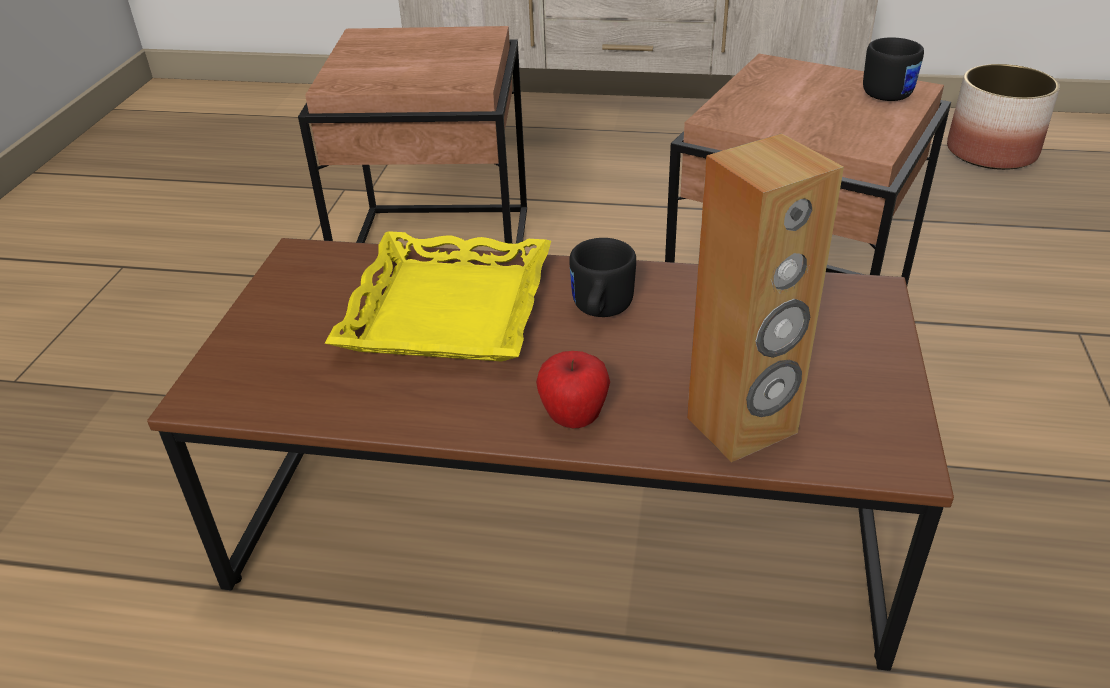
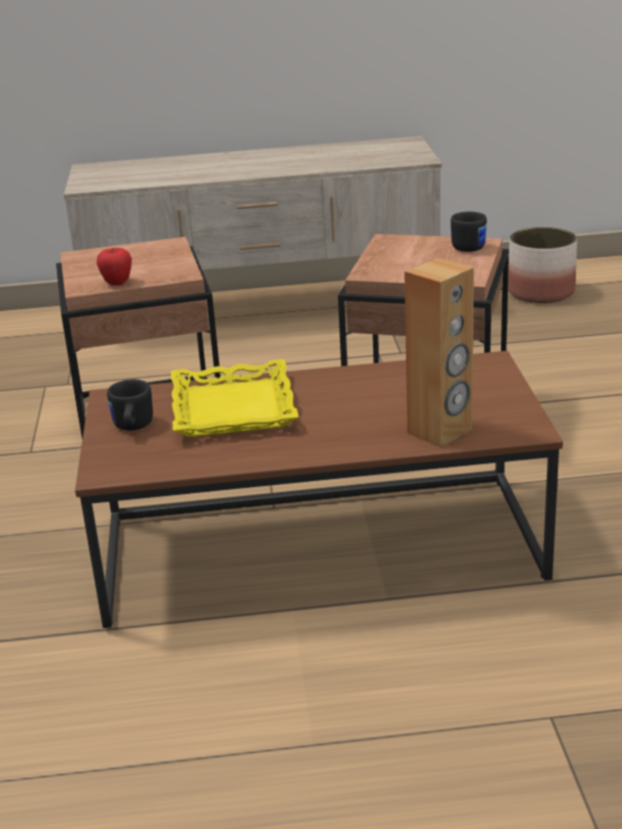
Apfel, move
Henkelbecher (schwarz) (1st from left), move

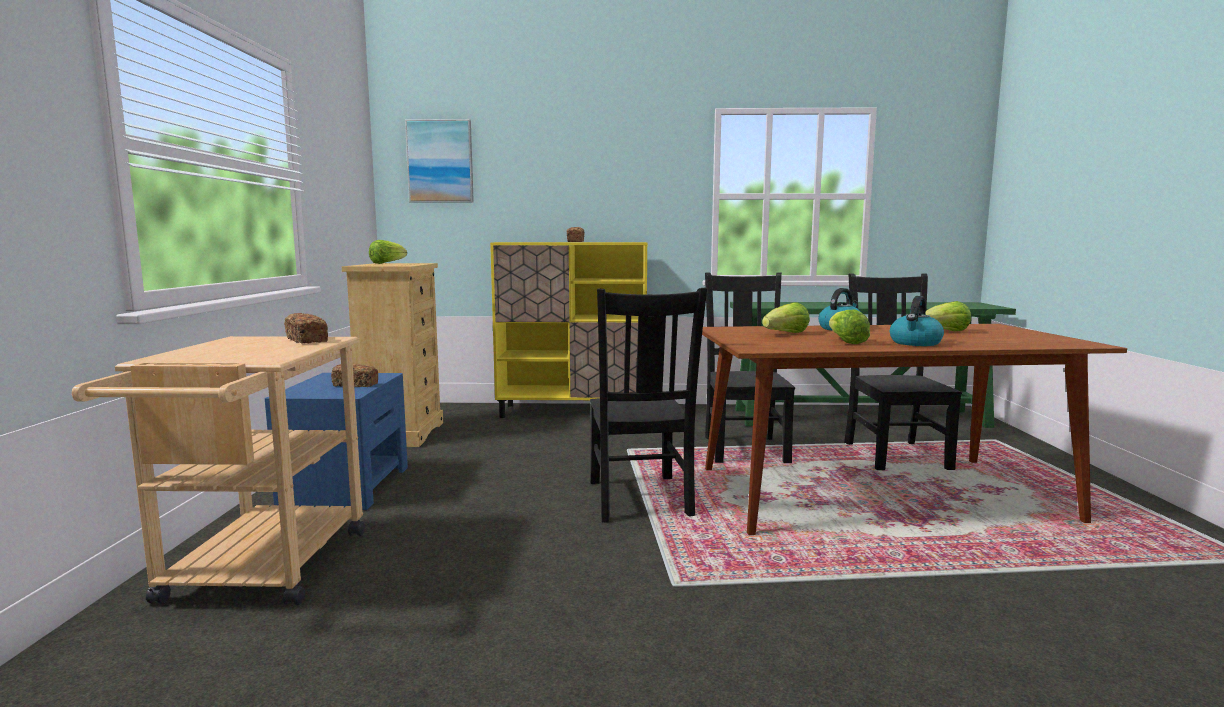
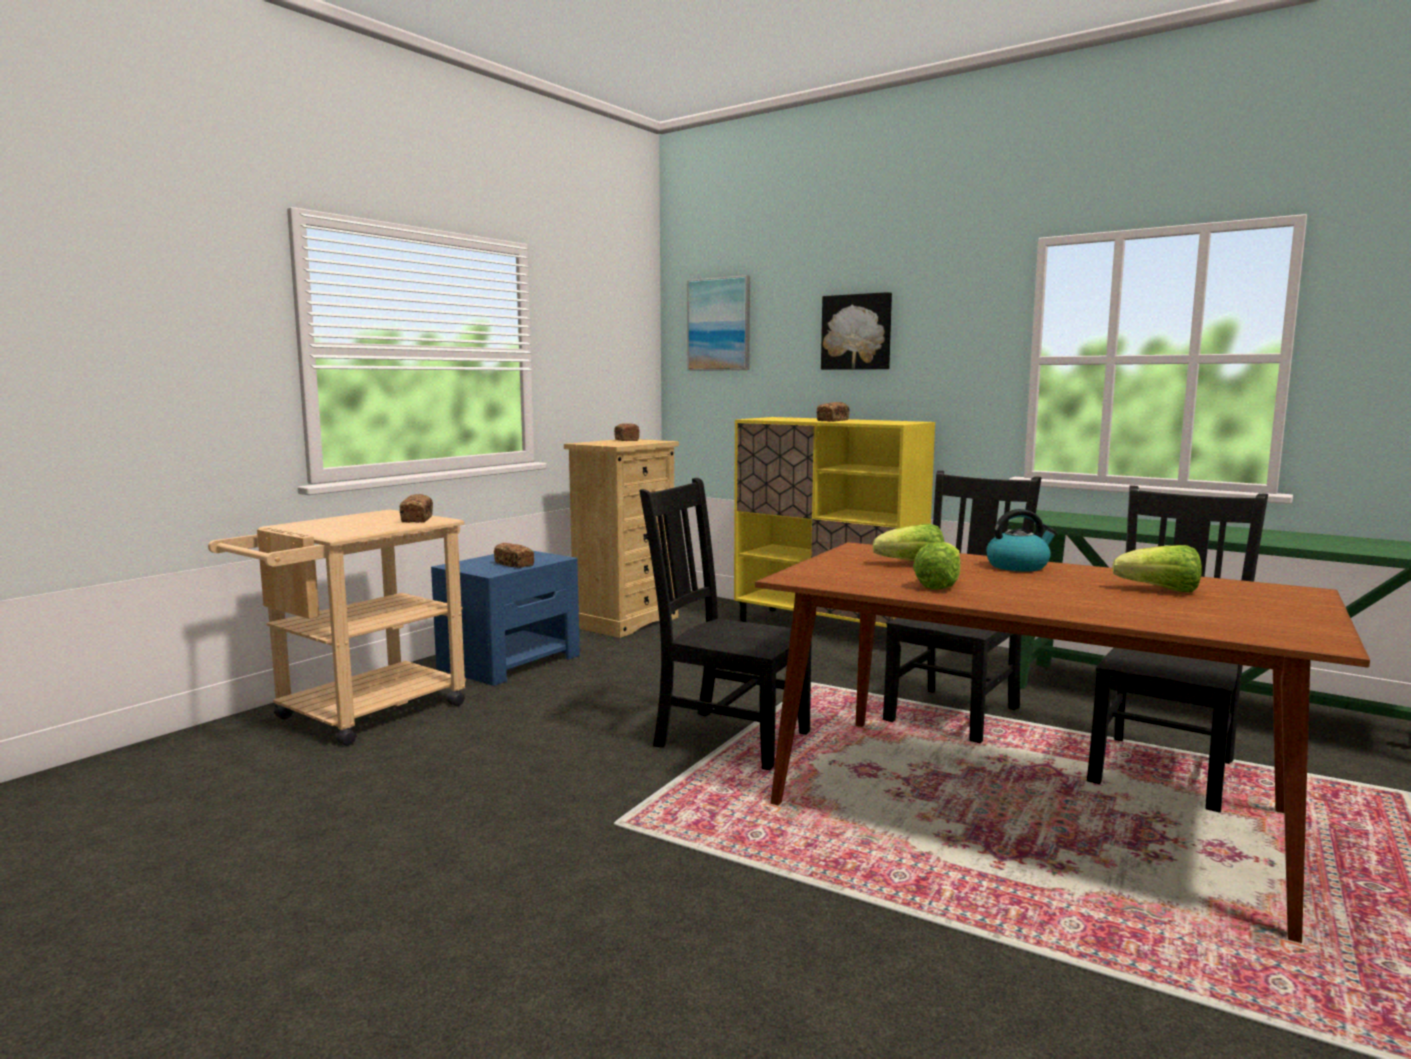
Salatkopf (1st from left) → Brot (3rd from left)
Stuhl (schwarz) (1st from left), 90 degrees clockwise
- → Bild (2nd from left)
Wasserkessel (2nd from left) → -

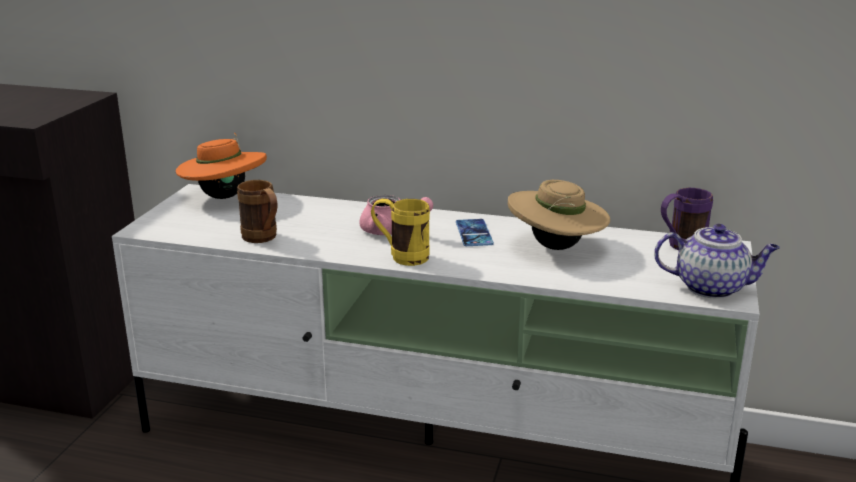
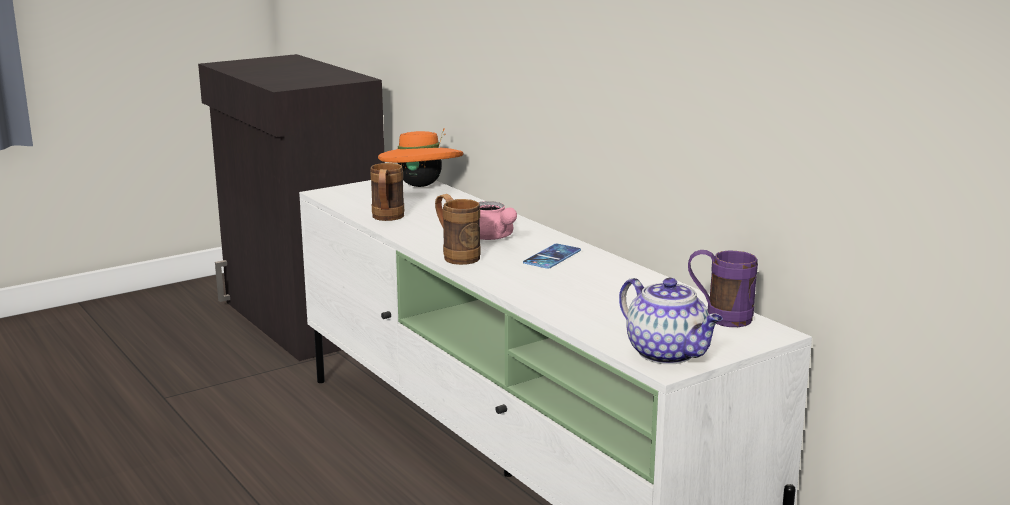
Henkelbecher (gelb) → Henkelbecher (braun) (2nd from left)
Hut (beige) → -

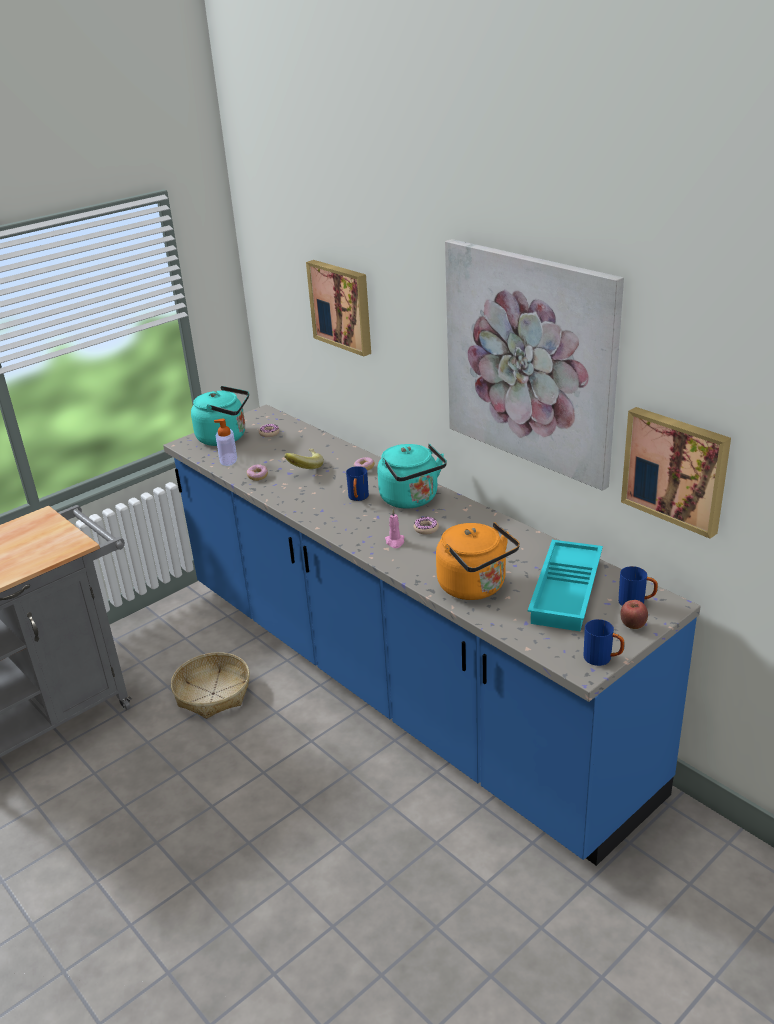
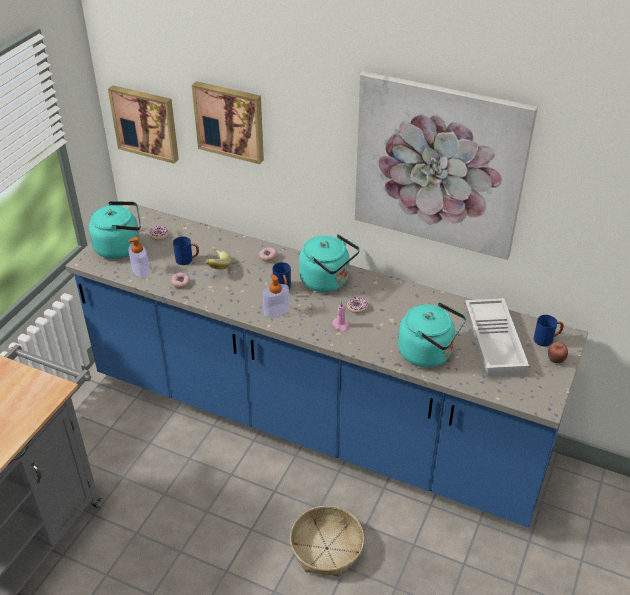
Bild (3rd from left in the first image) → Bild (1st from left), move
Henkelbecher (blau) (2nd from left in the first image) → Henkelbecher (blau) (1st from left), move
- → Seifenspender (2nd from left)
Korb, move
Wasserkessel (orange) → Wasserkessel (türkis) (3rd from left)
Tablett (türkis) → Tablett (weiß)

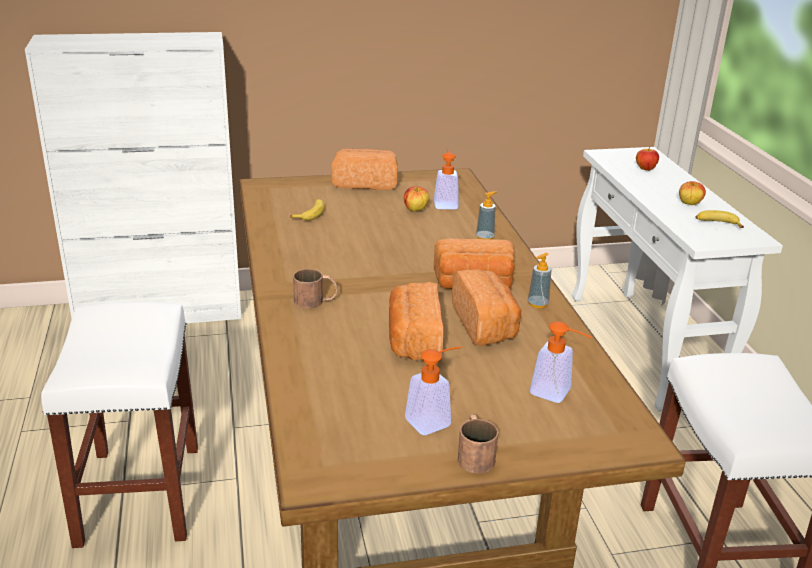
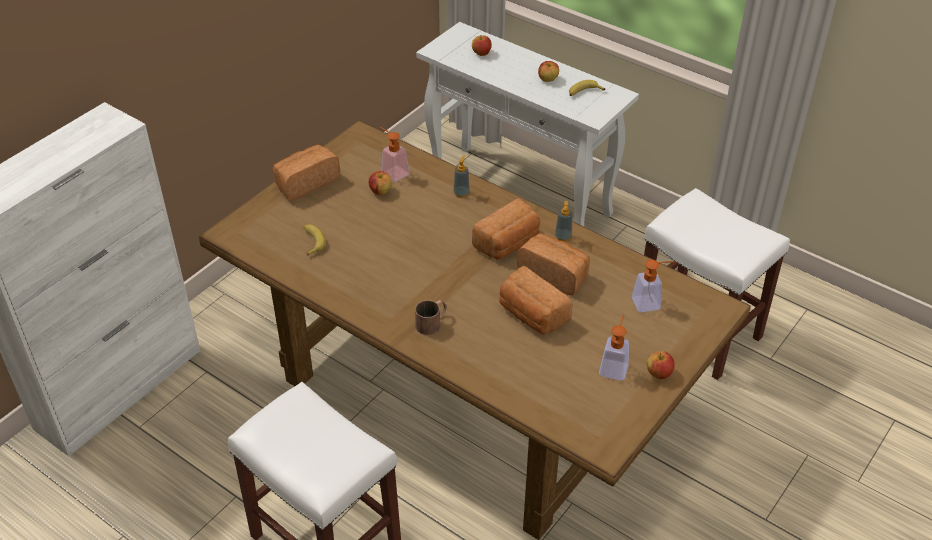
Henkelbecher (braun) (2nd from left) → Apfel (4th from left)

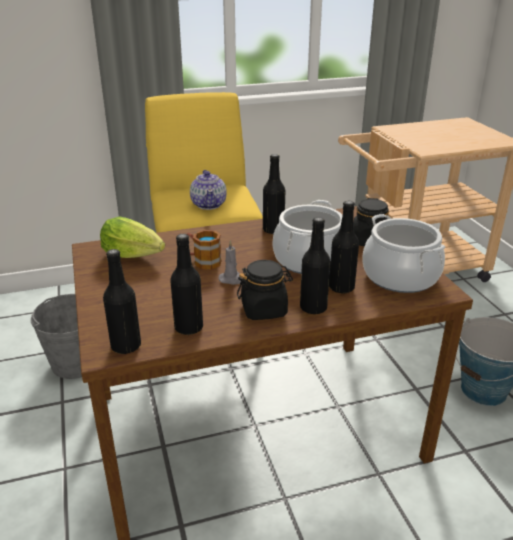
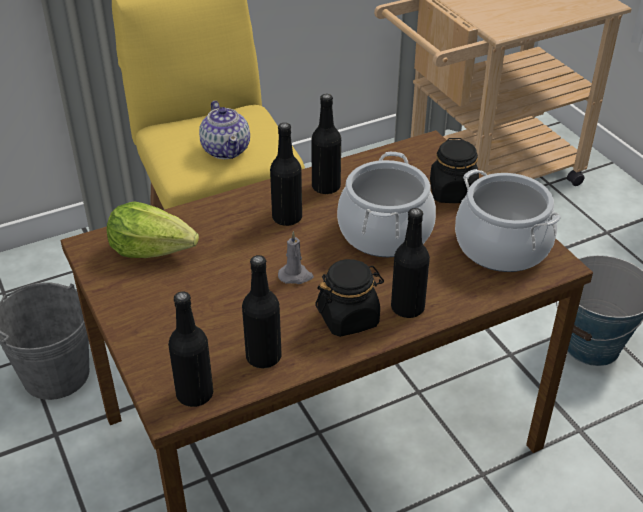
Flasche (schwarz) (5th from left in the first image) → Flasche (schwarz) (3rd from left), move
Henkelbecher → -

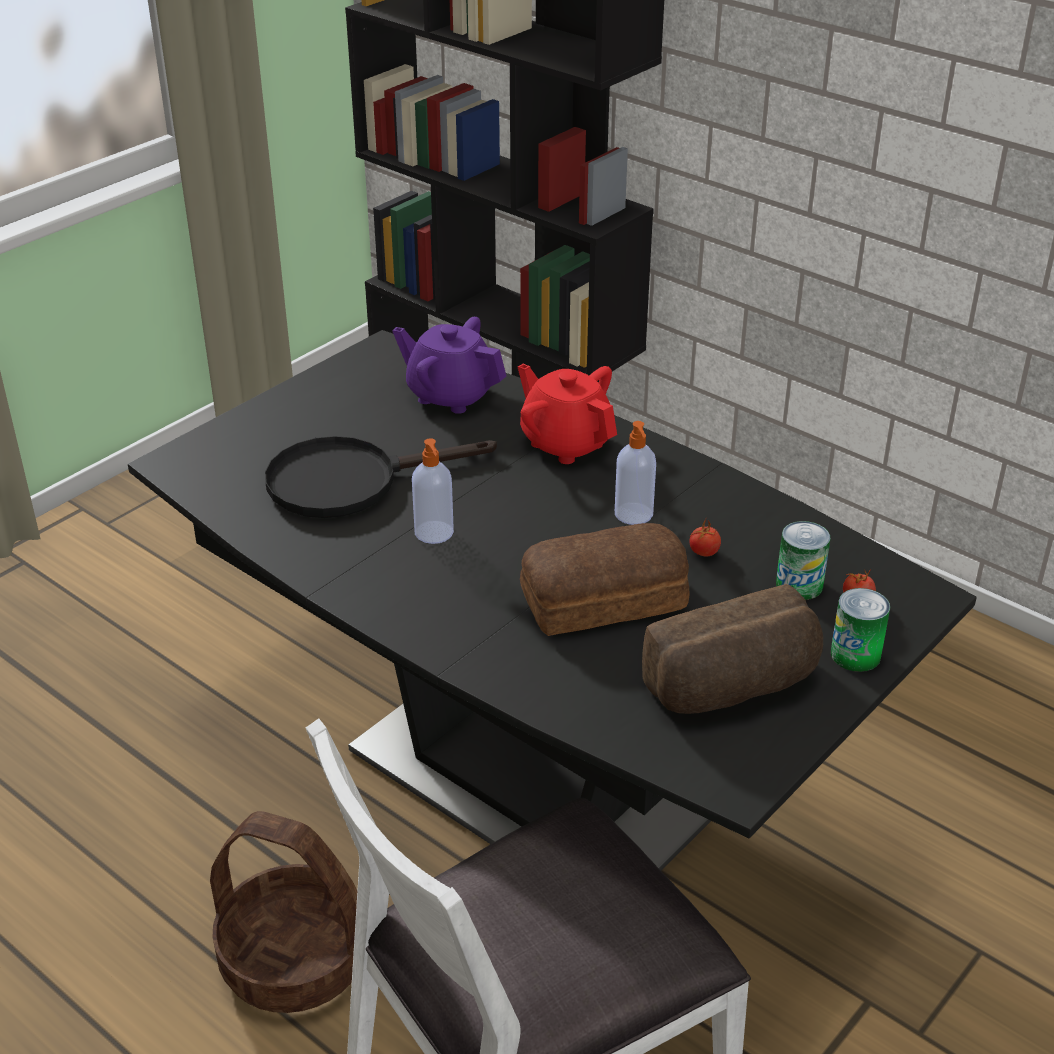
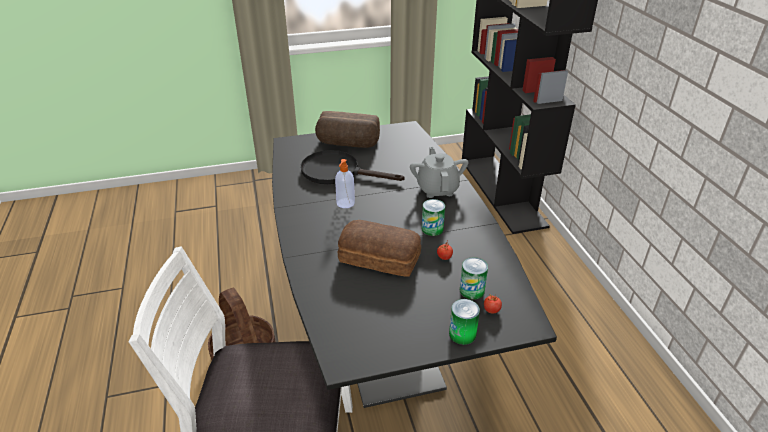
Brot (2nd from left in the first image) → Brot (1st from left), move
Teekanne (rot) → Teekanne (grau)
Seifenspender (2nd from left) → Dose (1st from left)
Teekanne (lila) → -

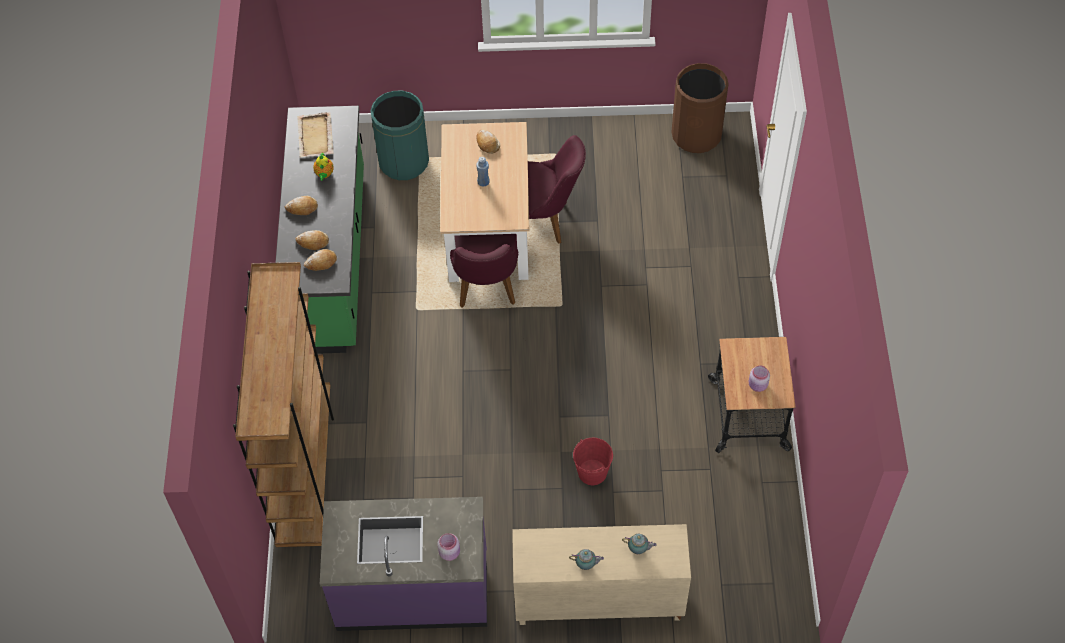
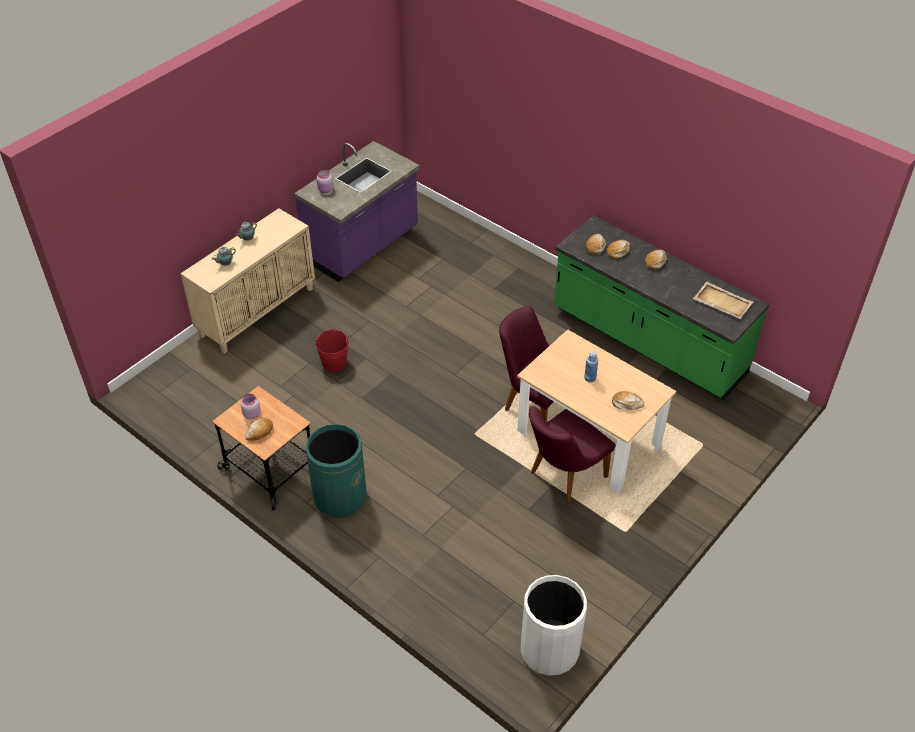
- → Brot (1st from left)
Mülleimer (grün), move
Mülleimer (braun) → Mülleimer (weiß)
Bücherregal (braun) → -
Teekanne (1st from left) → -

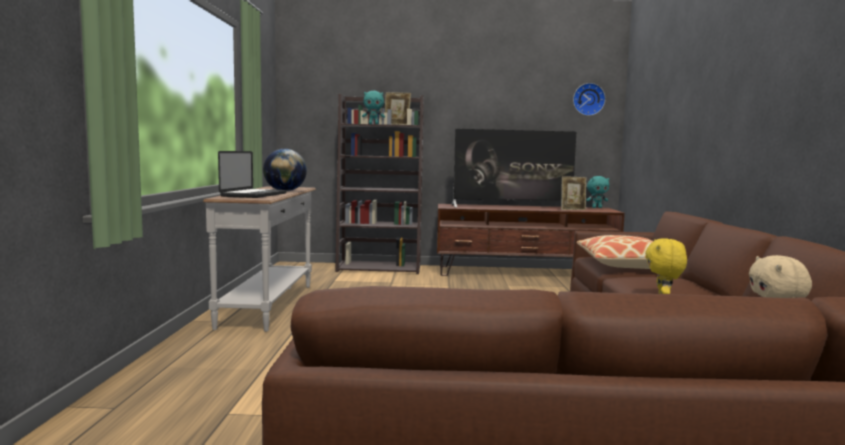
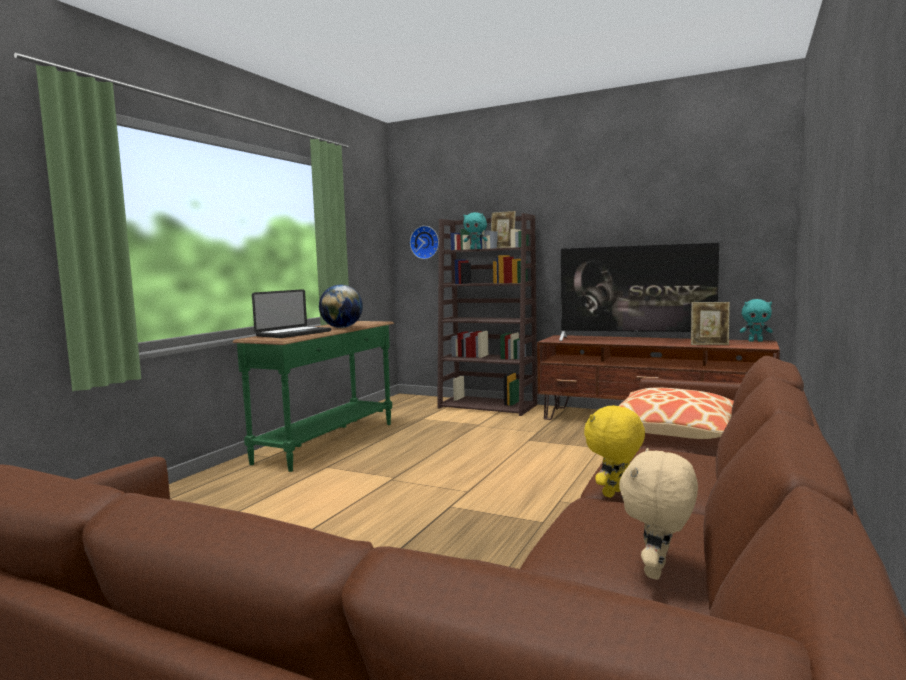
Konsolentisch (weiß) → Konsolentisch (grün)
Wanduhr, move

